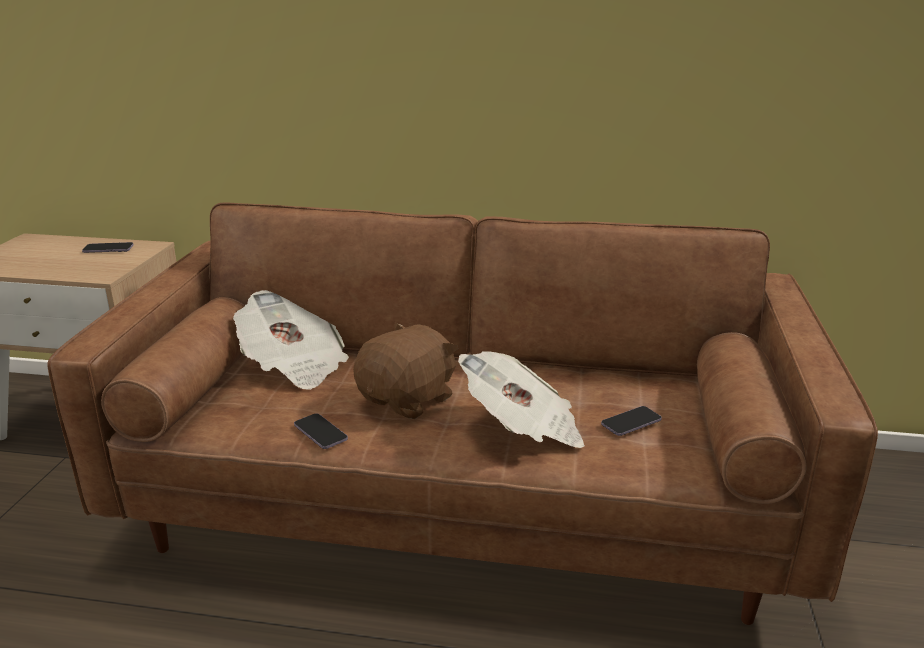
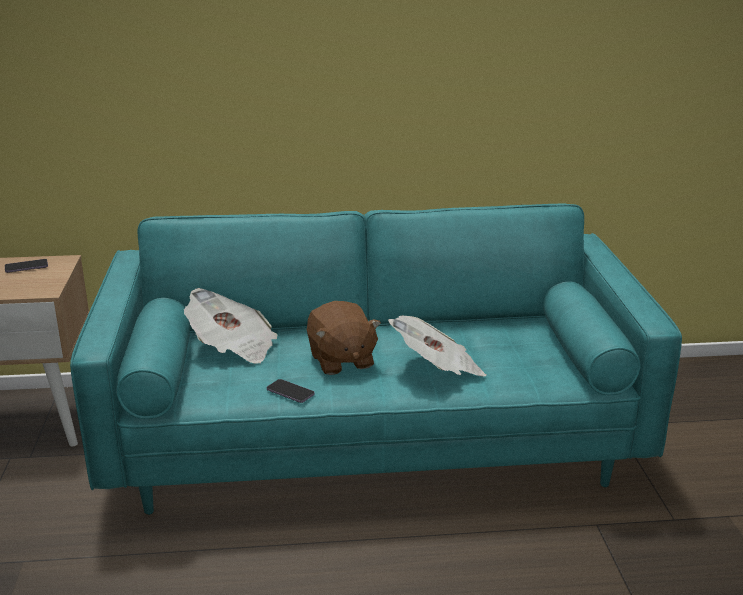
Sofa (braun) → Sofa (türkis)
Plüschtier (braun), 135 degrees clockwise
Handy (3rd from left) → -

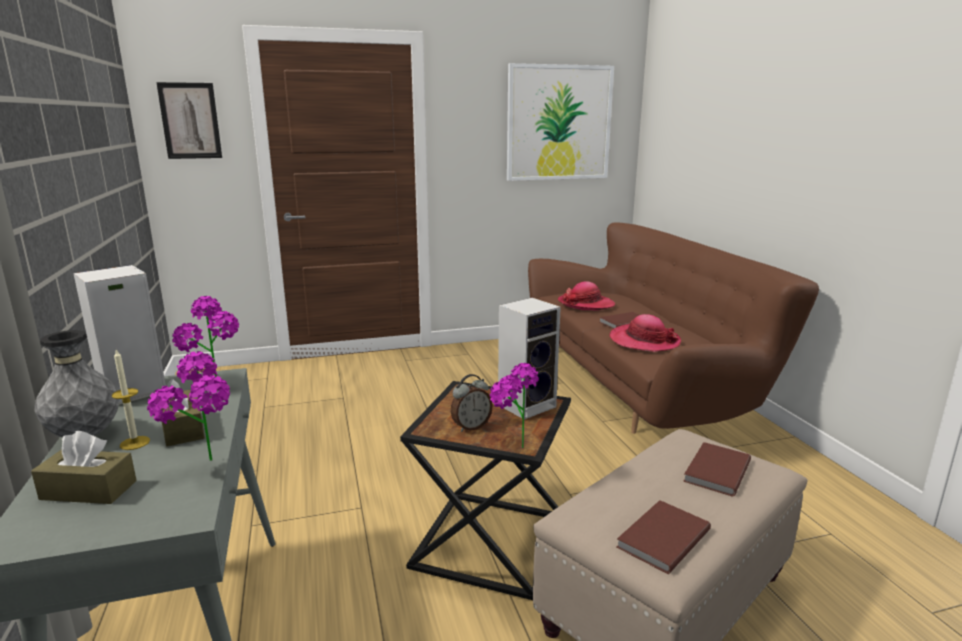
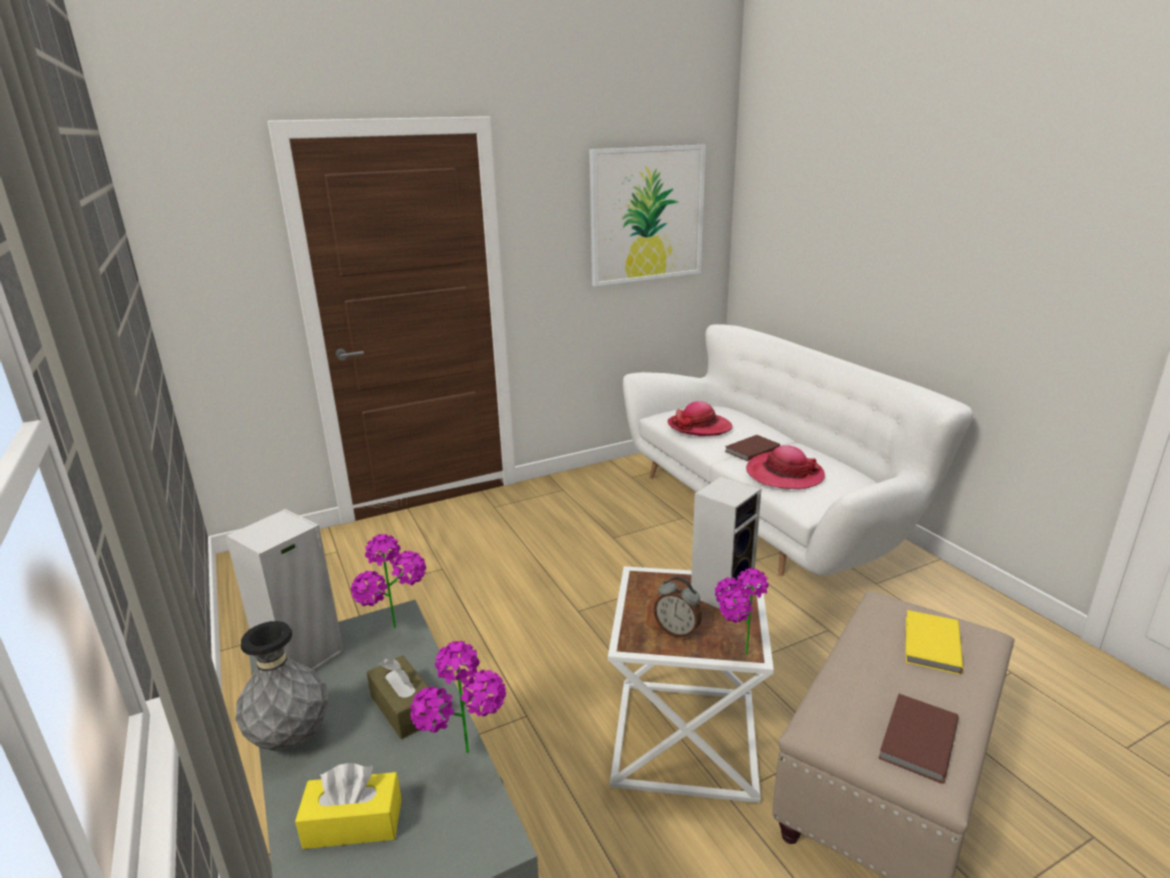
Taschentuchbox (braun) (1st from left) → Taschentuchbox (gelb)
Beistelltisch (schwarz) → Beistelltisch (weiß)
Sofa (braun) → Sofa (weiß)
Wecker, 75 degrees clockwise
Buch (braun) (3rd from left) → Buch (gelb)
Kerze → -
Bild (1st from left) → -

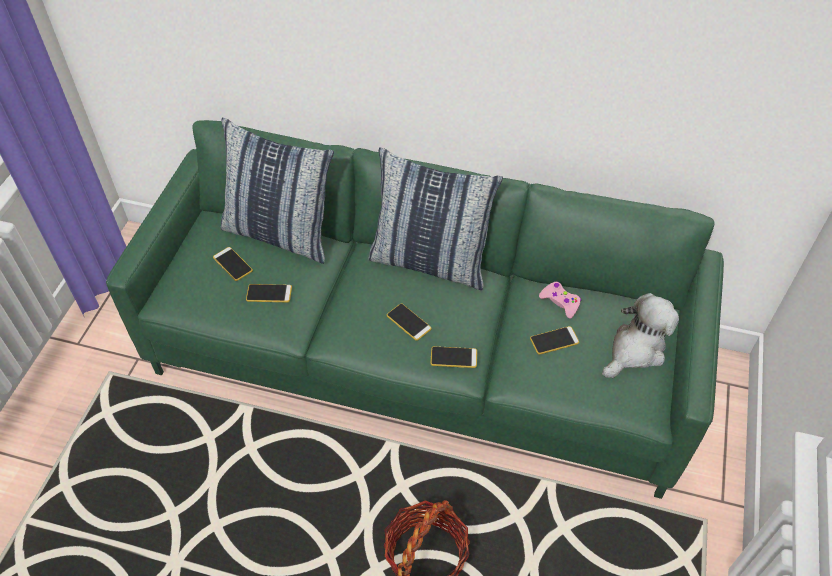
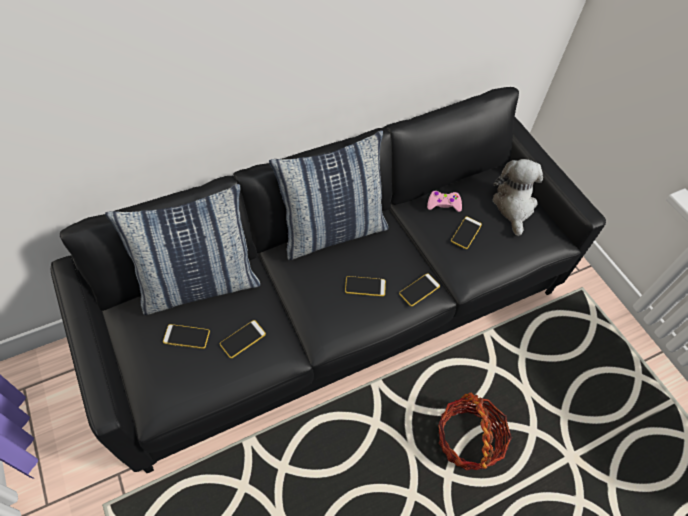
Sofa (grün) → Sofa (schwarz)

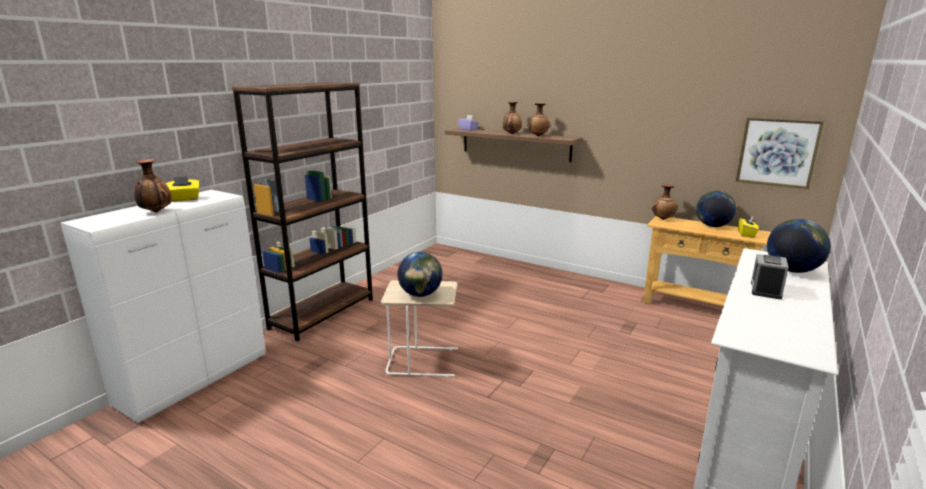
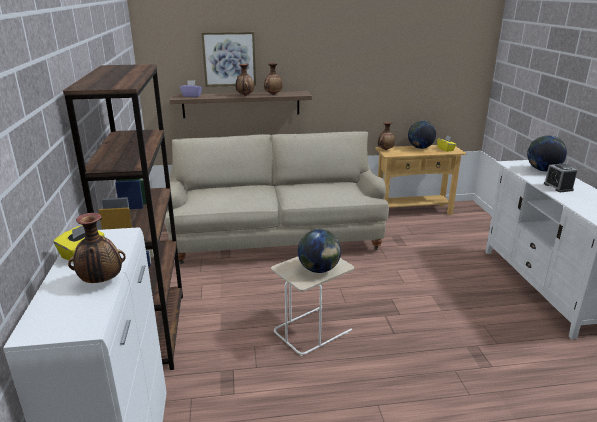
- → Sofa (beige)
Bild, move

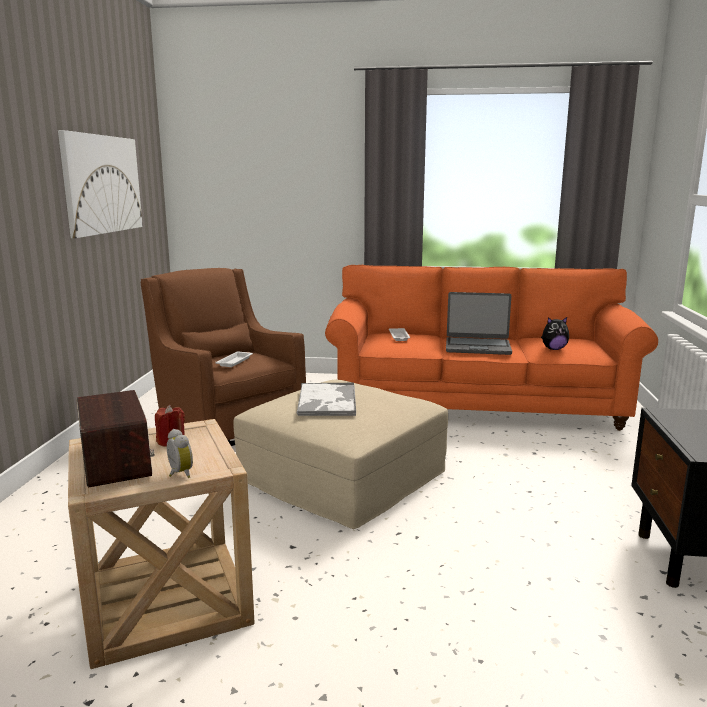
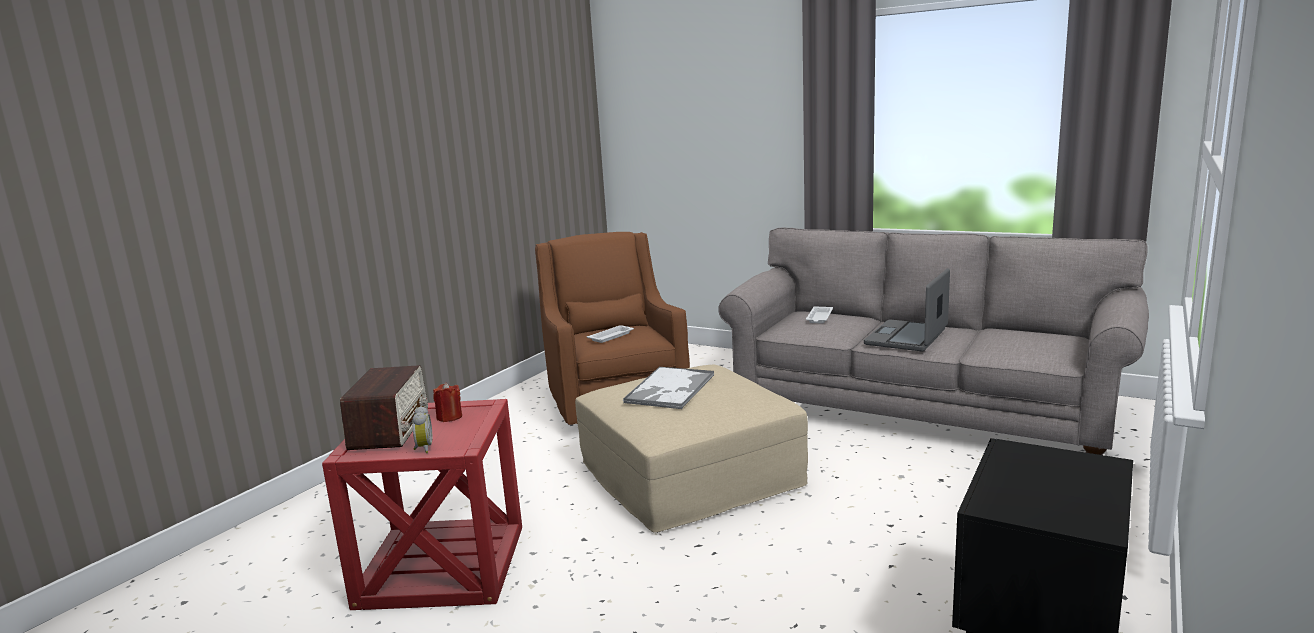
Beistelltisch (beige) → Beistelltisch (rot)
Sofa (orange) → Sofa (grau)
Laptop, 90 degrees clockwise
Bild → -
Plüschtier → -

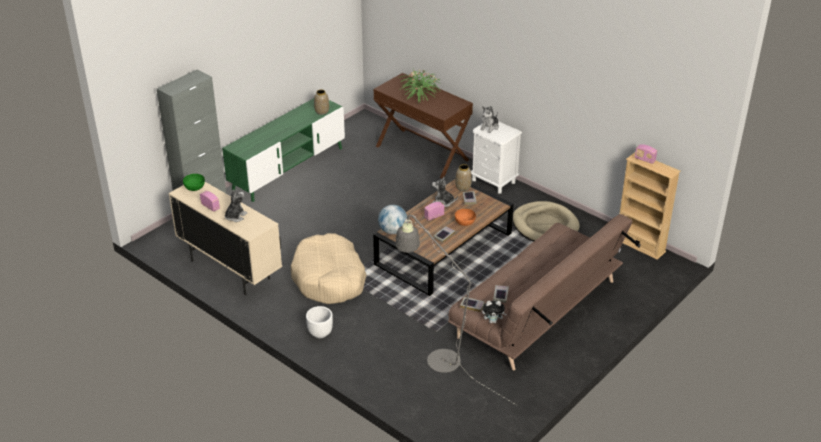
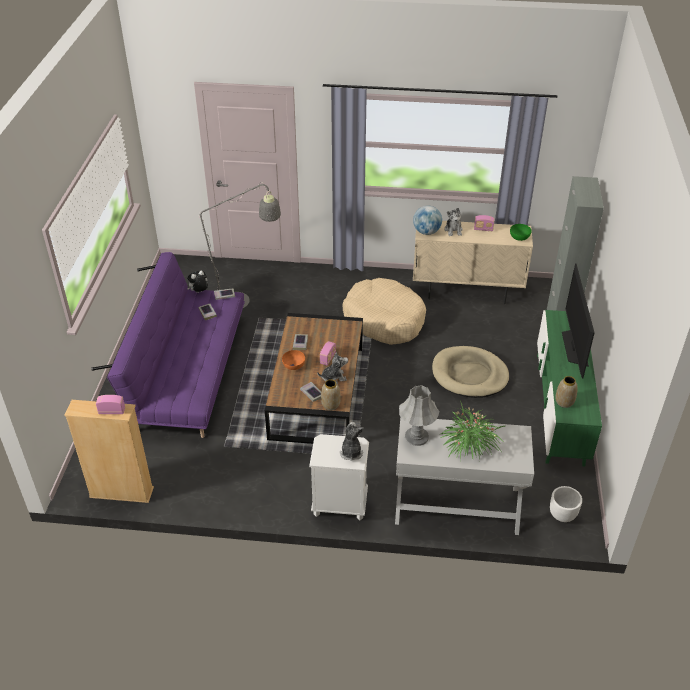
Sofa (braun) → Sofa (lila)
Konsolentisch (braun) → Konsolentisch (weiß)
- → Tischlampe (grau)
Globus, move
Hundebett (beige) (2nd from left), move
Pflanzkübel (weiß), move
- → Fernseher

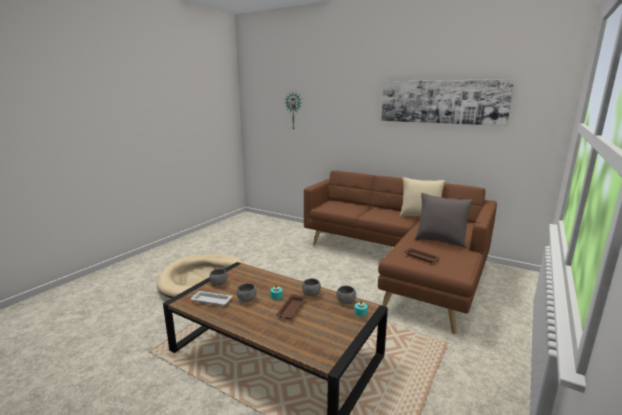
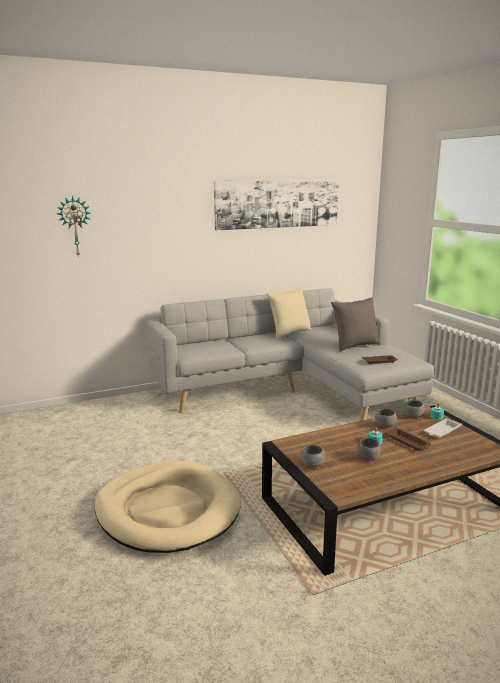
Sofa (braun) → Sofa (grau)
Tablett (weiß), move

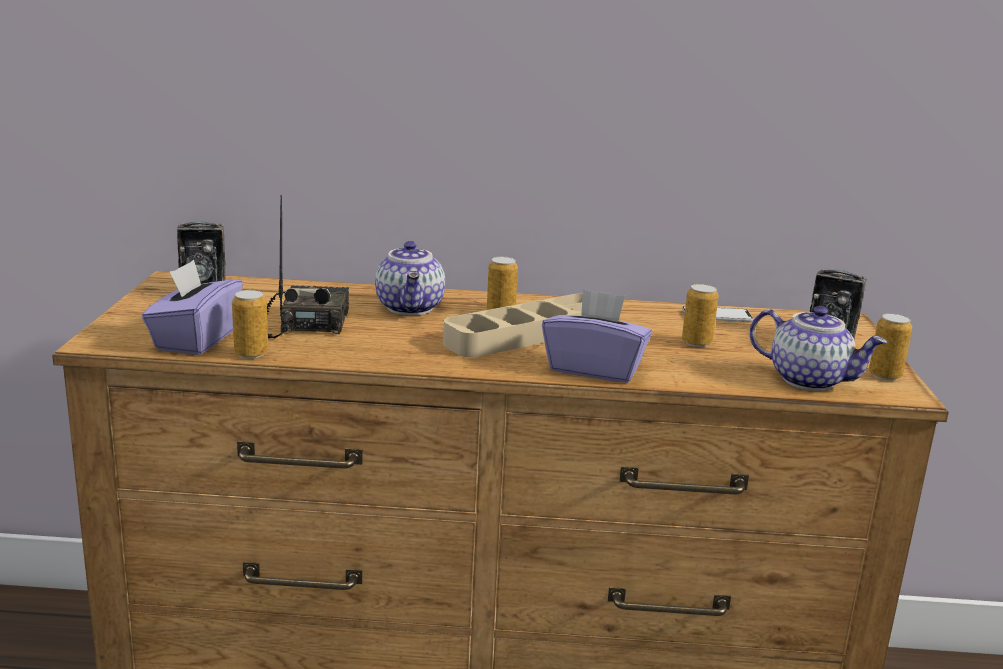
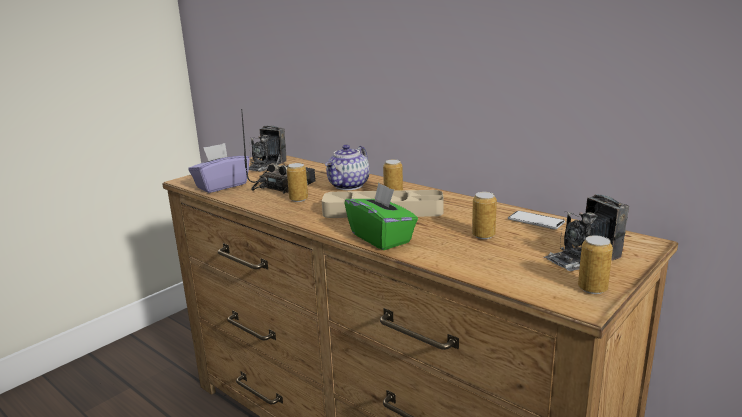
Dose (1st from left), move
Taschentuchbox (lila) (2nd from left) → Taschentuchbox (grün)
Teekanne (2nd from left) → -

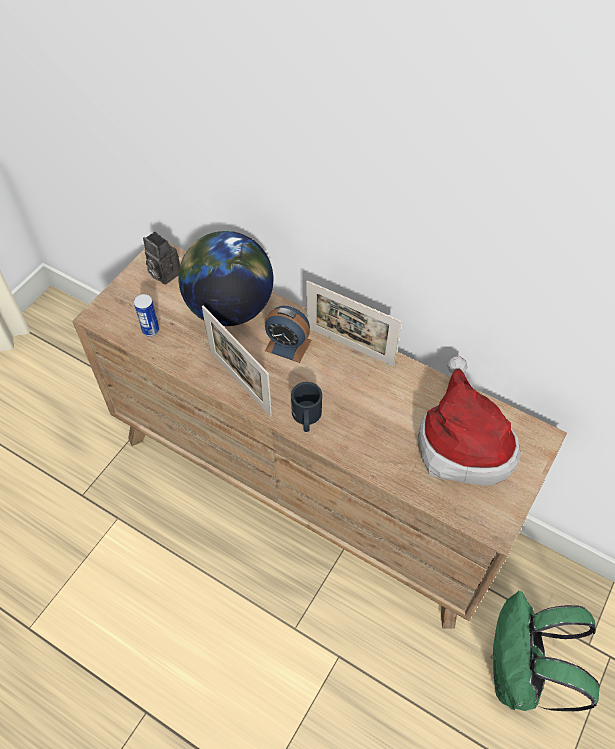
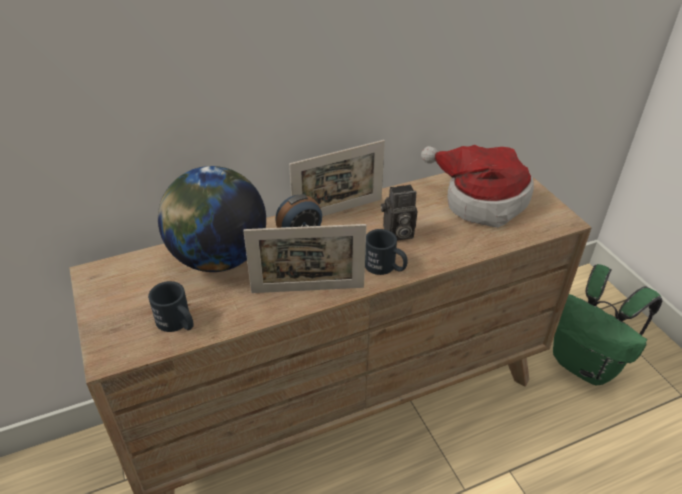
Dose → Henkelbecher (schwarz) (1st from left)
Kamera, move

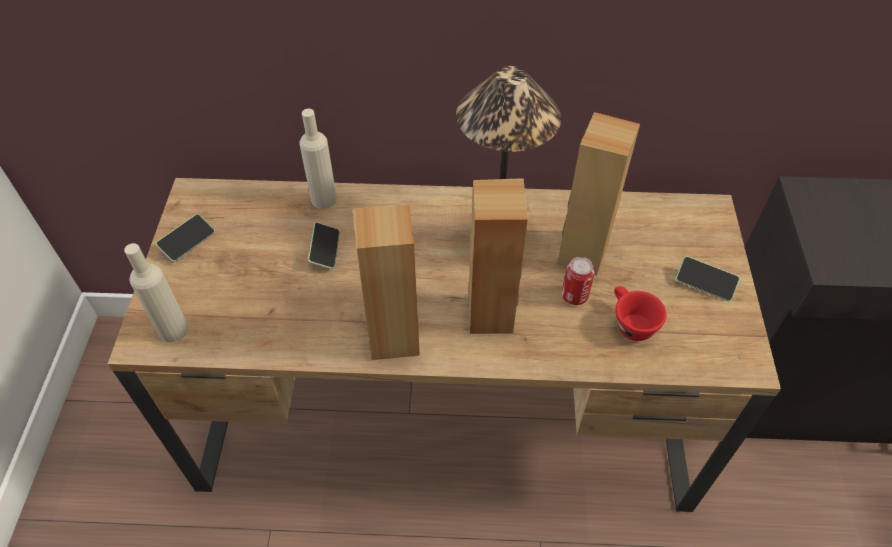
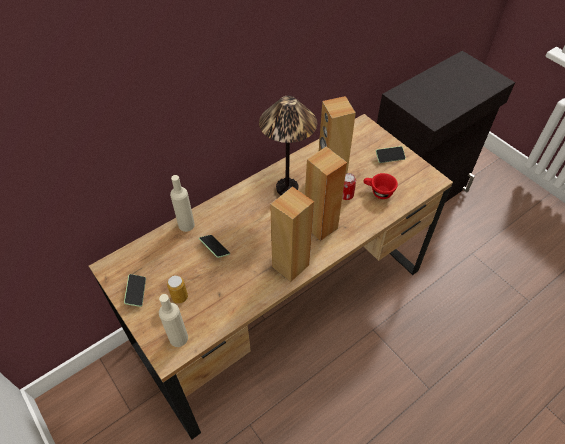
- → Dose (1st from left)

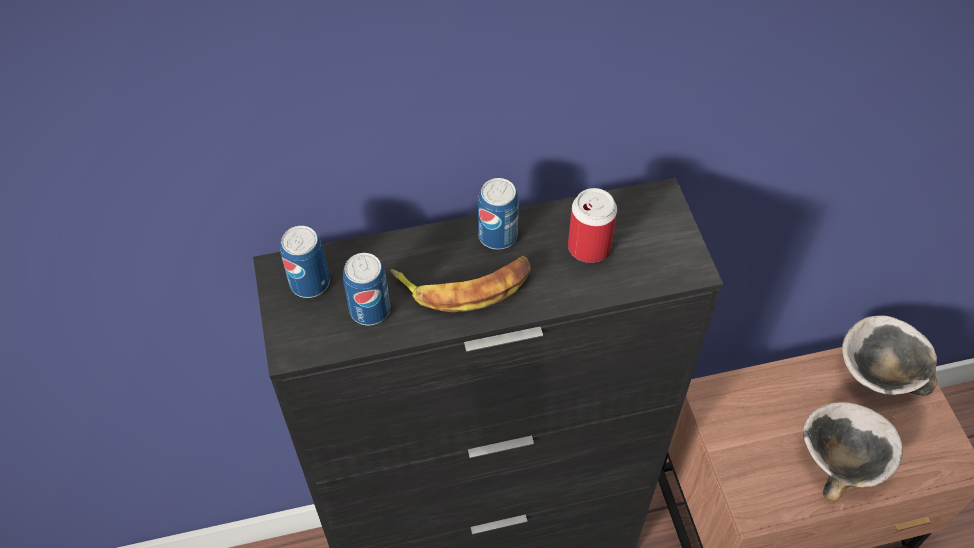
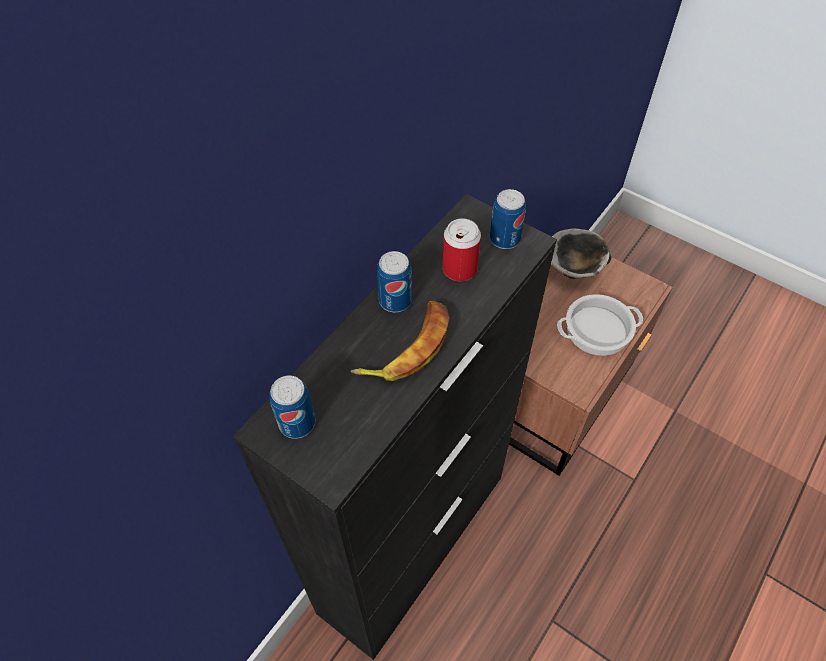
Dose (2nd from left in the first image) → Dose (4th from left), move
Schüssel (1st from left) → Kochtopf

